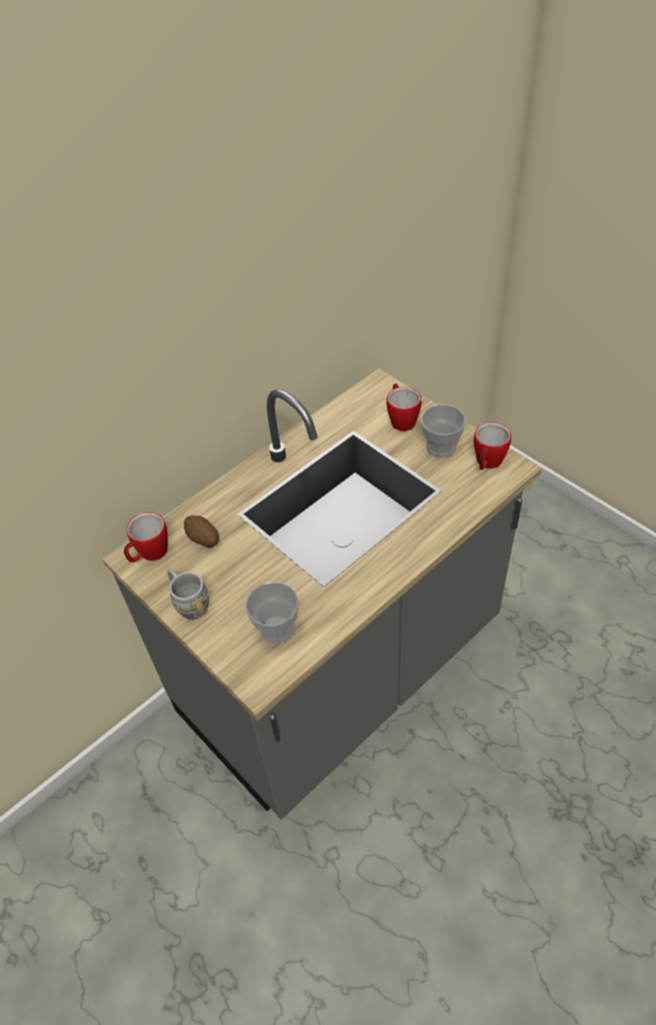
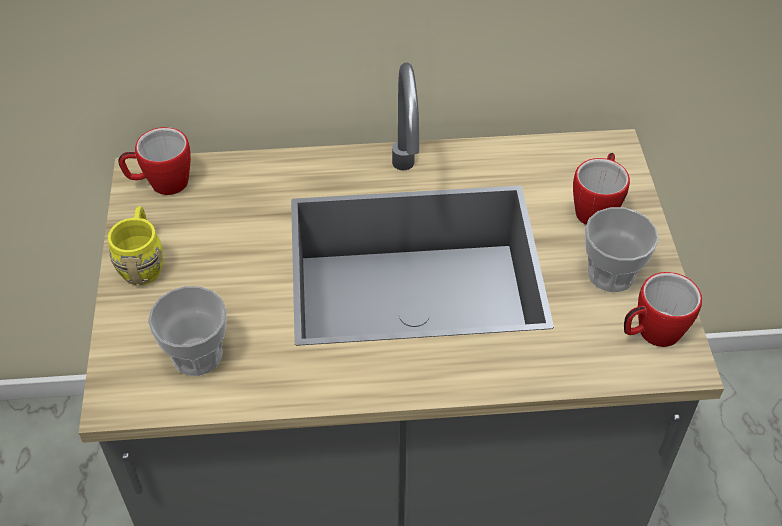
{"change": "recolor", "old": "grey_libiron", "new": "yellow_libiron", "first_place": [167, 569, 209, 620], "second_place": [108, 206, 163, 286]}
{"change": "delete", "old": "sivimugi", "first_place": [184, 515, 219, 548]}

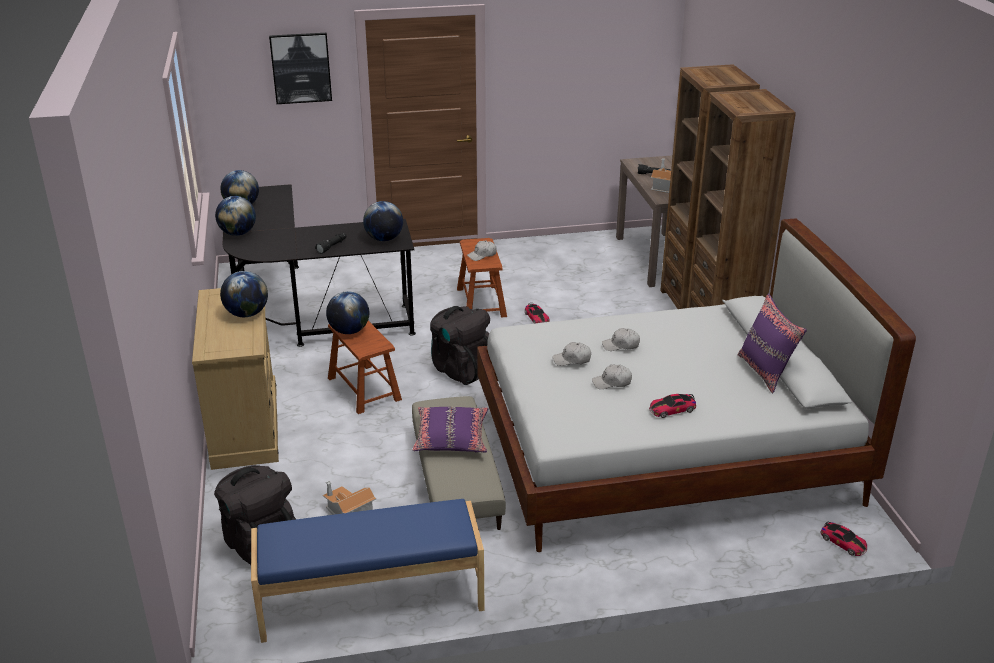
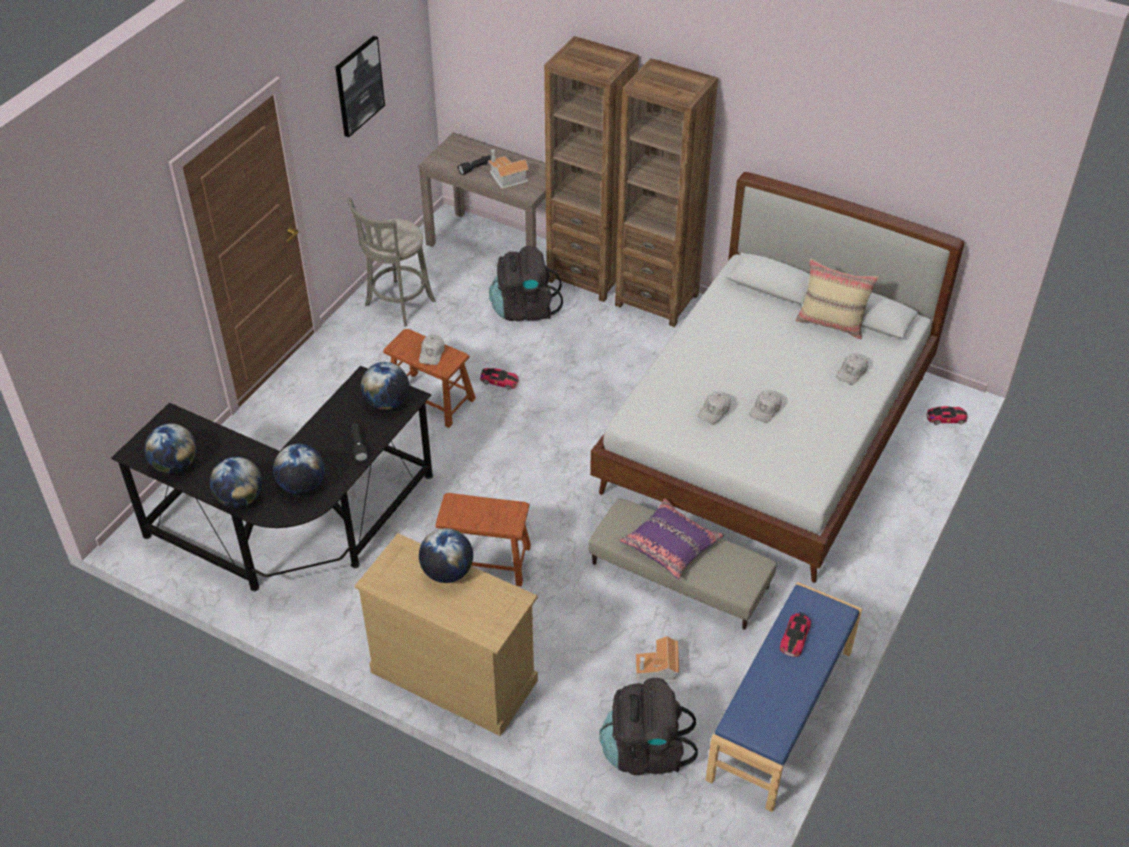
{"change": "move", "old": "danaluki", "first_place": [269, 33, 332, 104], "second_place": [335, 36, 385, 137]}
{"change": "move", "old": "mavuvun", "first_place": [326, 291, 369, 334], "second_place": [273, 444, 325, 494]}
{"change": "move", "old": "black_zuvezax", "first_place": [430, 306, 490, 385], "second_place": [489, 246, 563, 321]}
{"change": "move", "old": "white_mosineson", "first_place": [602, 328, 640, 351], "second_place": [836, 353, 868, 385]}
{"change": "move", "old": "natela", "first_place": [649, 394, 696, 418], "second_place": [780, 612, 811, 657]}
{"change": "recolor", "old": "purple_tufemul", "new": "beige_tufemul", "first_place": [738, 294, 807, 393], "second_place": [796, 259, 878, 339]}
{"change": "insert", "new": "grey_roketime", "second_place": [348, 198, 436, 326]}

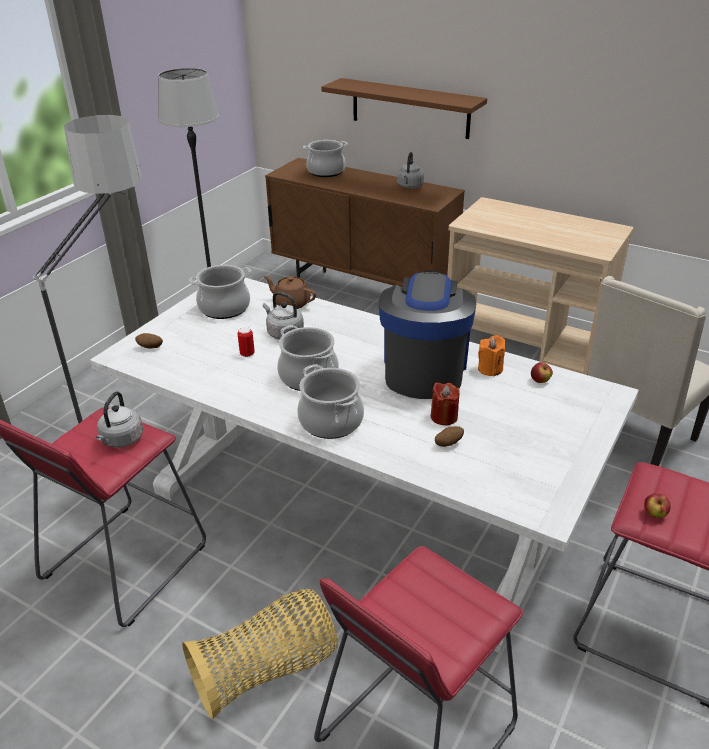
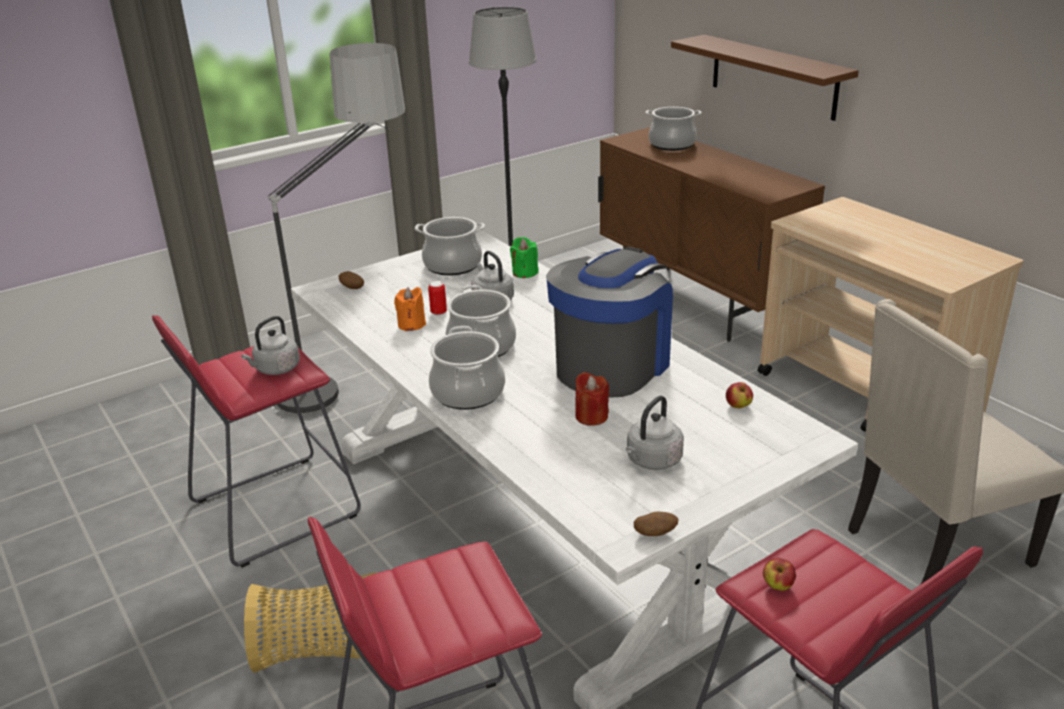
{"change": "replace", "old": "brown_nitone", "new": "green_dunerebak", "first_place": [263, 276, 316, 309], "second_place": [510, 237, 539, 278]}
{"change": "move", "old": "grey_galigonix", "first_place": [397, 152, 424, 189], "second_place": [626, 395, 684, 470]}
{"change": "move", "old": "sivimugi", "first_place": [435, 426, 464, 447], "second_place": [634, 512, 678, 536]}
{"change": "move", "old": "orange_dunerebak", "first_place": [478, 335, 505, 377], "second_place": [394, 287, 426, 331]}

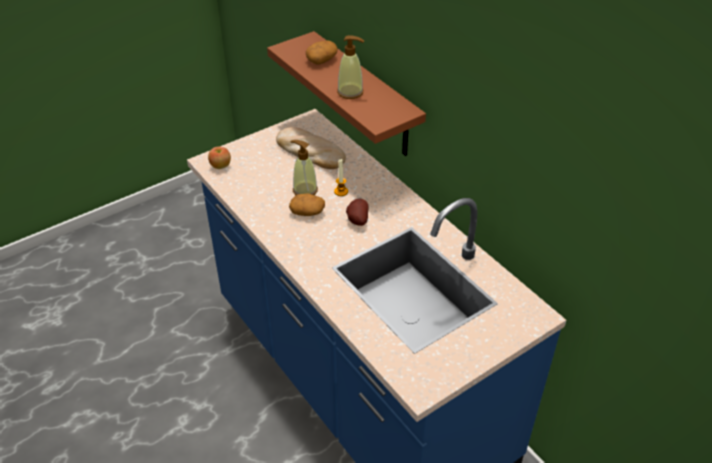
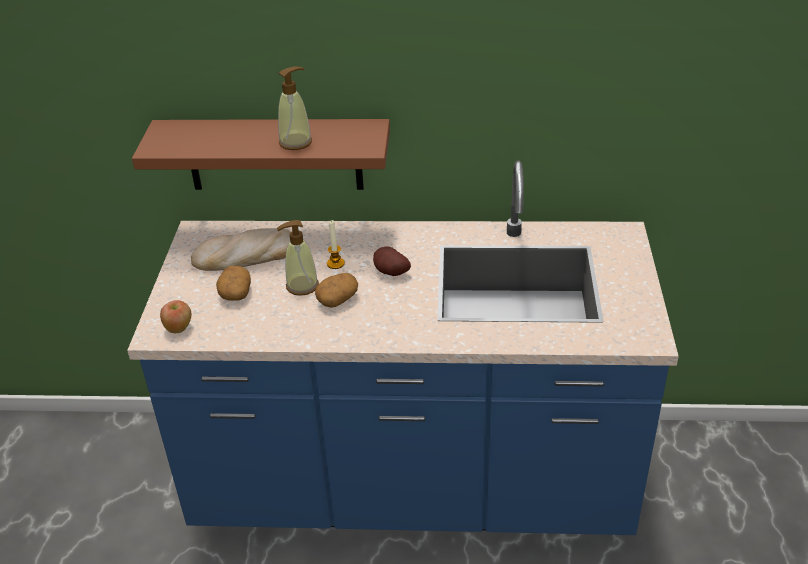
{"change": "move", "old": "sivimugi", "first_place": [306, 40, 338, 65], "second_place": [216, 265, 251, 301]}

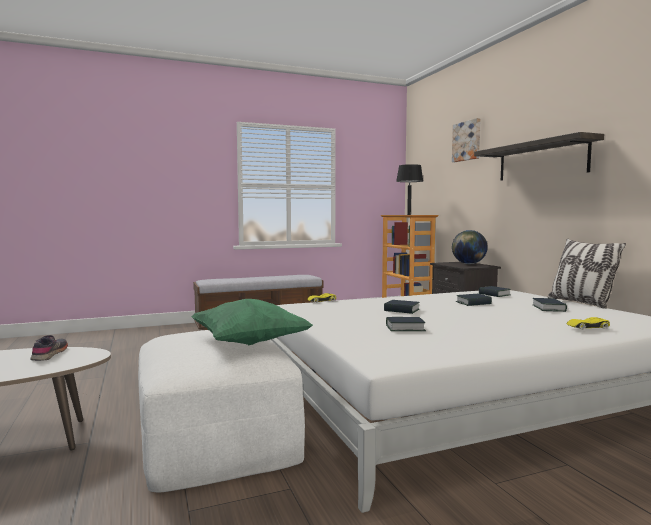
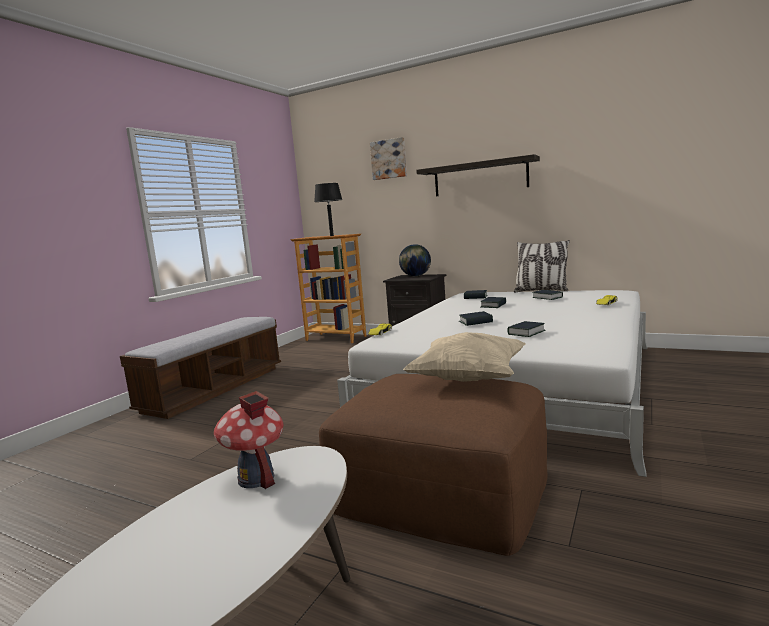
{"change": "replace", "old": "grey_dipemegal", "new": "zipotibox", "first_place": [31, 335, 68, 361], "second_place": [214, 391, 283, 489]}
{"change": "recolor", "old": "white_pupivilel", "new": "brown_pupivilel", "first_place": [138, 330, 305, 493], "second_place": [319, 374, 547, 556]}
{"change": "recolor", "old": "green_tufemul", "new": "beige_tufemul", "first_place": [191, 299, 313, 345], "second_place": [403, 332, 526, 382]}

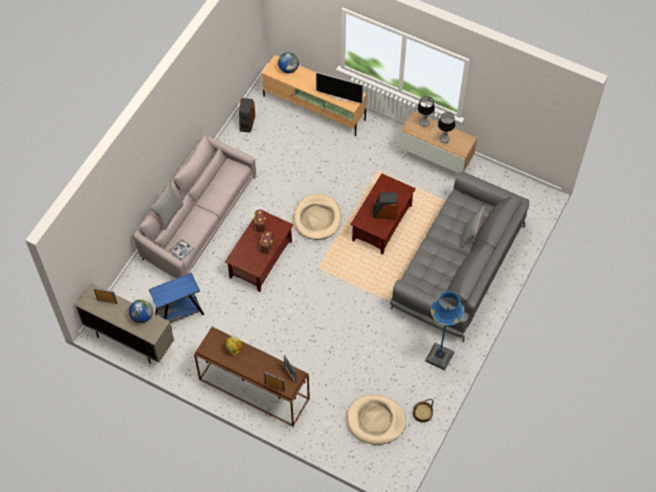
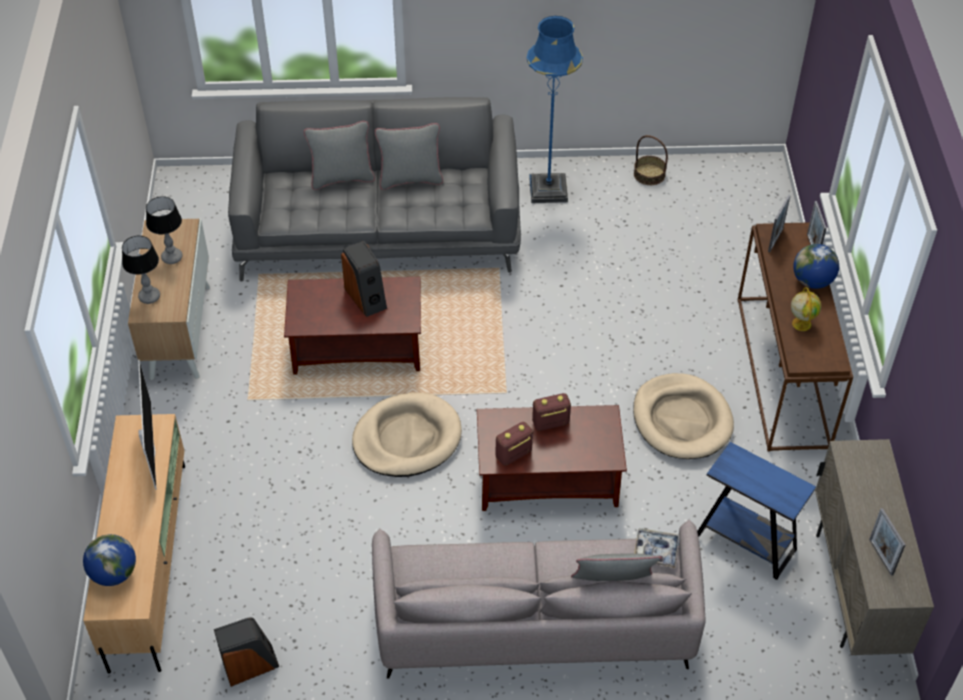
{"change": "move", "old": "mavuvun", "first_place": [129, 299, 153, 323], "second_place": [793, 244, 839, 289]}
{"change": "move", "old": "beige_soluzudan", "first_place": [347, 395, 406, 445], "second_place": [633, 373, 734, 459]}
{"change": "insert", "new": "grey_tufemul", "second_place": [375, 123, 443, 190]}

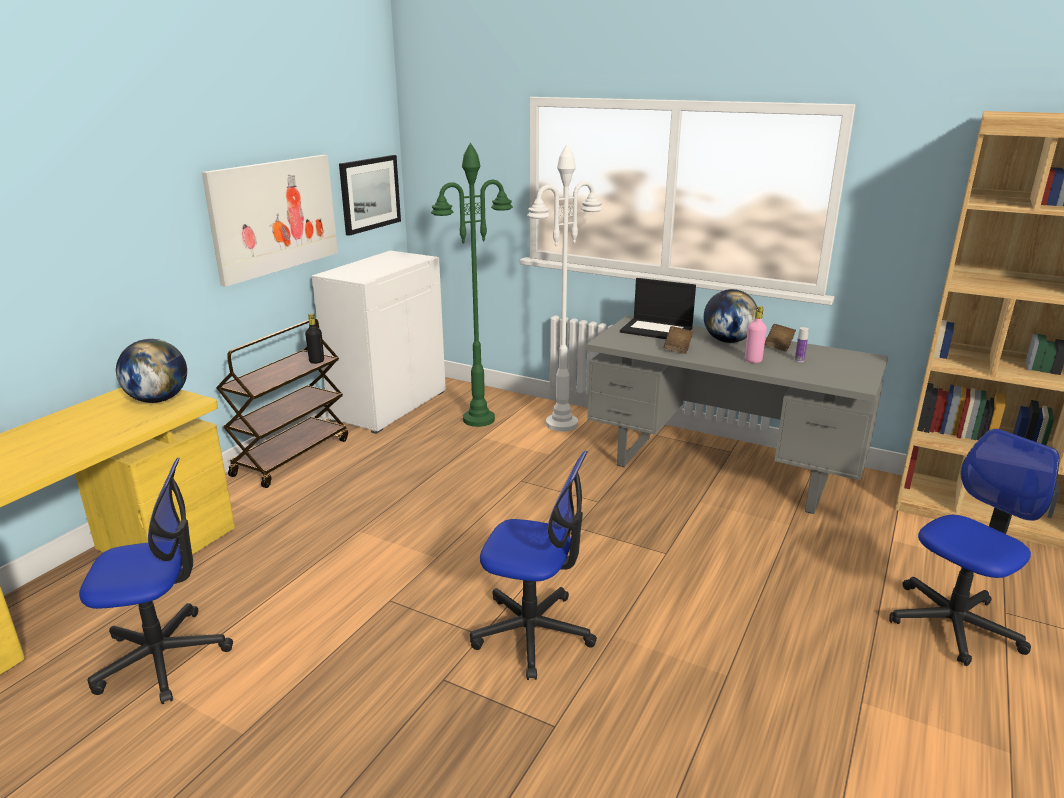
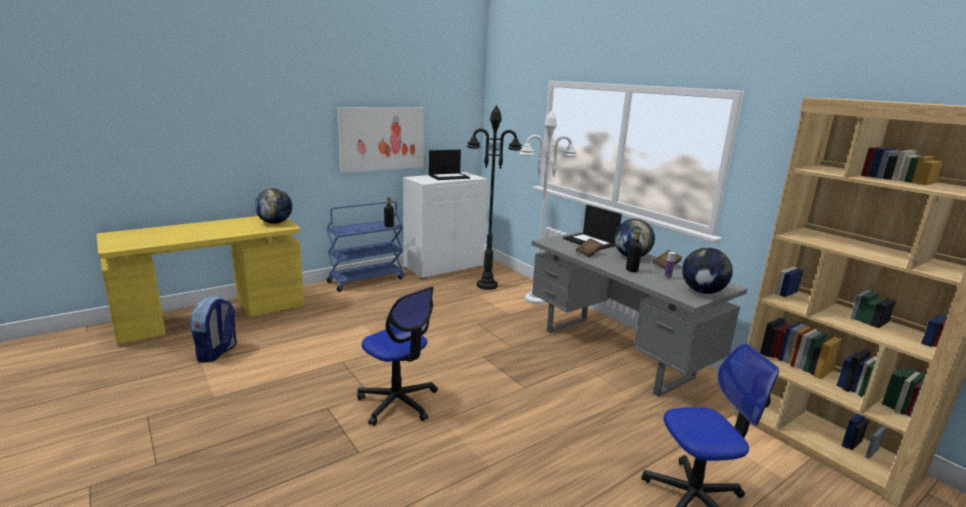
{"change": "replace", "old": "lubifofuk", "new": "zuvezax", "first_place": [79, 458, 233, 704], "second_place": [190, 296, 237, 362]}
{"change": "recolor", "old": "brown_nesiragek", "new": "blue_nesiragek", "first_place": [216, 319, 348, 488], "second_place": [326, 201, 404, 292]}
{"change": "delete", "old": "danaluki", "first_place": [339, 155, 401, 236]}
{"change": "recolor", "old": "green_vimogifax", "new": "black_vimogifax", "first_place": [431, 143, 513, 427], "second_place": [467, 105, 522, 290]}
{"change": "recolor", "old": "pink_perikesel", "new": "black_perikesel", "first_place": [745, 306, 767, 363], "second_place": [626, 230, 642, 272]}
{"change": "insert", "new": "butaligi", "second_place": [429, 150, 470, 180]}
{"change": "insert", "new": "mavuvun", "second_place": [682, 247, 733, 294]}

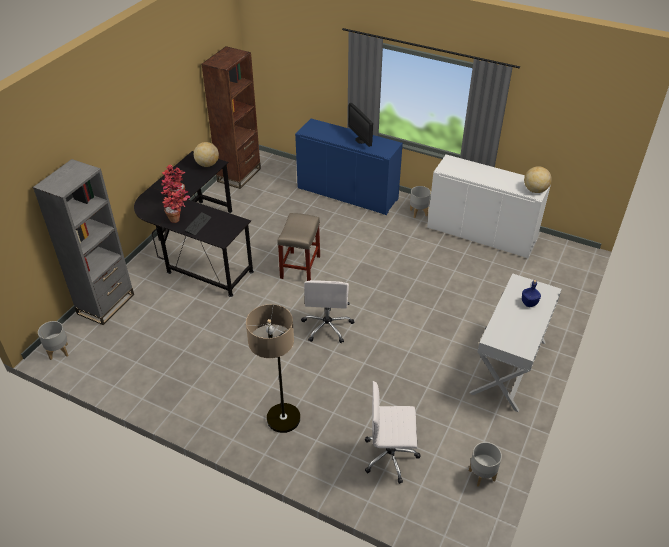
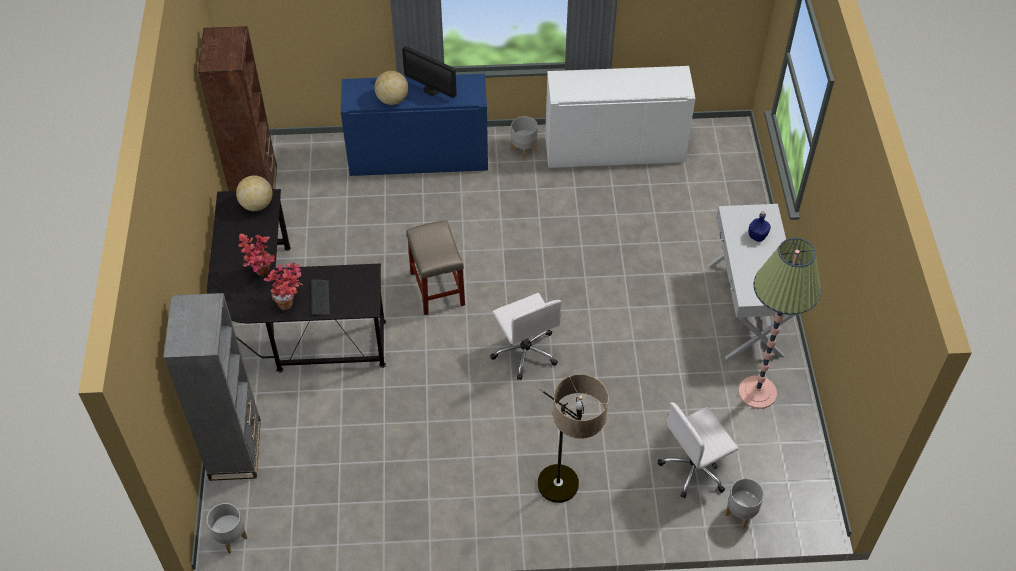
{"change": "move", "old": "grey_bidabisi", "first_place": [469, 442, 502, 487], "second_place": [725, 478, 764, 528]}
{"change": "move", "old": "mavuvun", "first_place": [524, 166, 552, 193], "second_place": [374, 71, 409, 105]}
{"change": "insert", "new": "vimogifax", "second_place": [738, 238, 821, 409]}

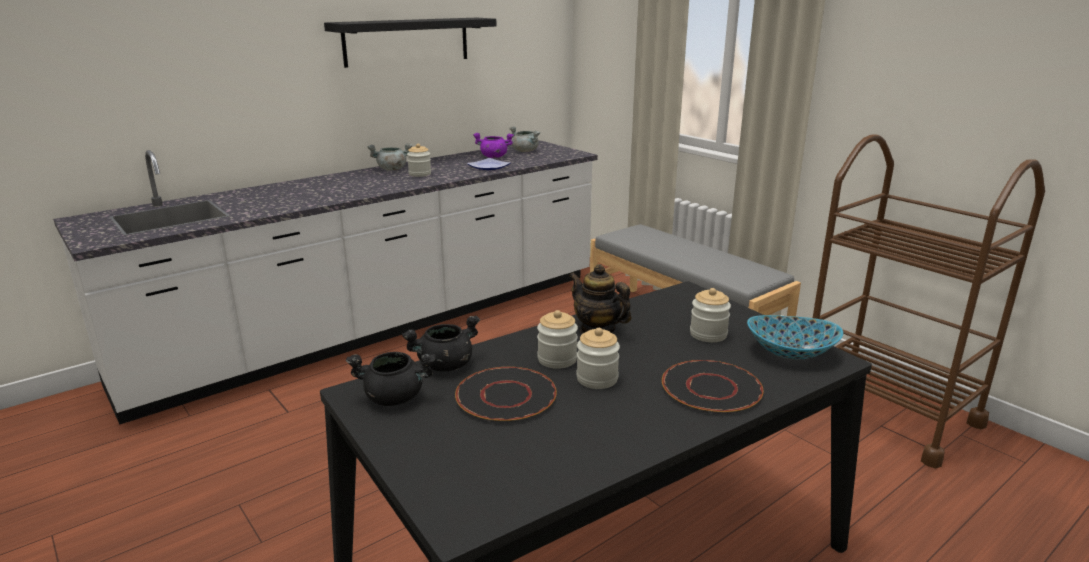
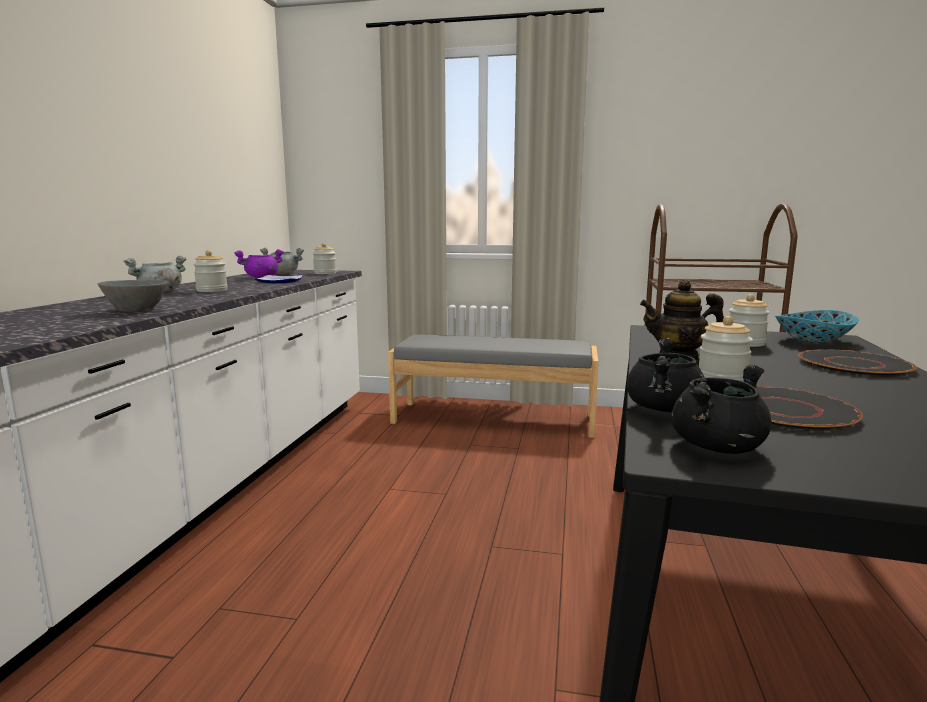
{"change": "delete", "old": "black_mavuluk", "first_place": [324, 18, 496, 68]}
{"change": "move", "old": "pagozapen", "first_place": [576, 328, 620, 389], "second_place": [313, 243, 336, 274]}
{"change": "insert", "new": "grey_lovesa", "second_place": [98, 280, 167, 312]}

